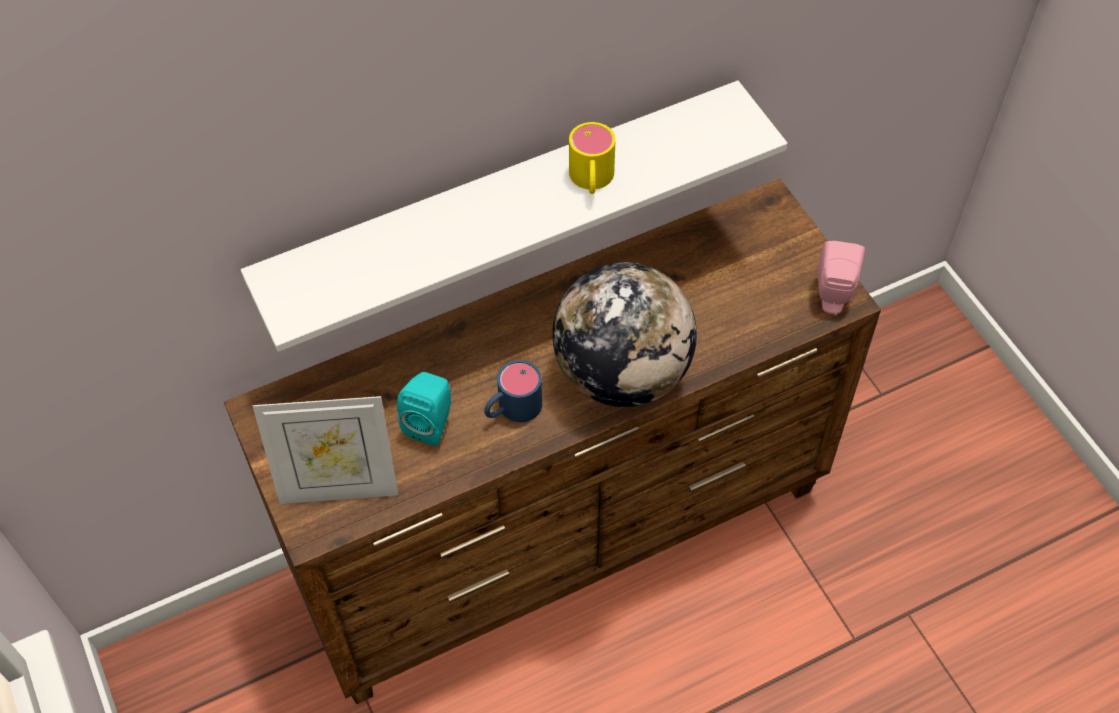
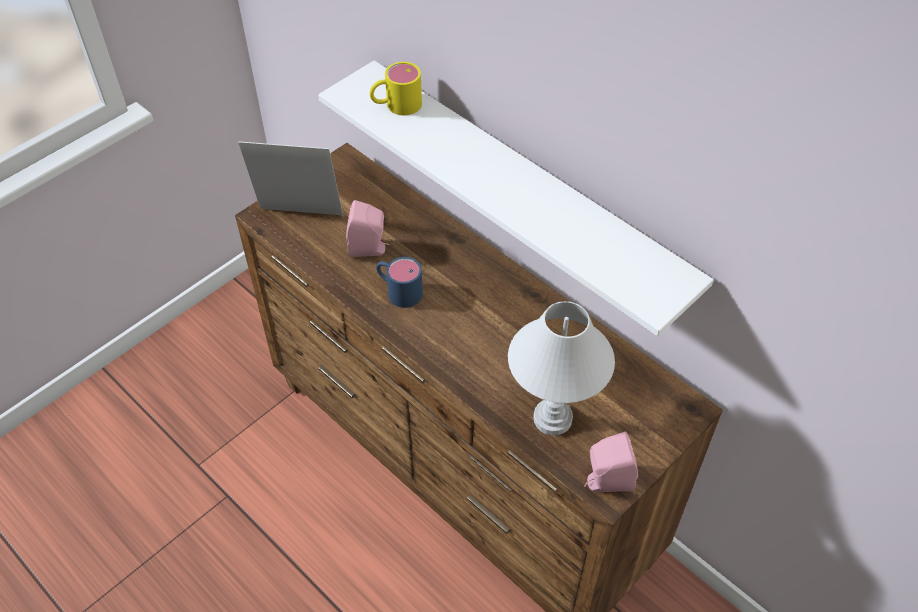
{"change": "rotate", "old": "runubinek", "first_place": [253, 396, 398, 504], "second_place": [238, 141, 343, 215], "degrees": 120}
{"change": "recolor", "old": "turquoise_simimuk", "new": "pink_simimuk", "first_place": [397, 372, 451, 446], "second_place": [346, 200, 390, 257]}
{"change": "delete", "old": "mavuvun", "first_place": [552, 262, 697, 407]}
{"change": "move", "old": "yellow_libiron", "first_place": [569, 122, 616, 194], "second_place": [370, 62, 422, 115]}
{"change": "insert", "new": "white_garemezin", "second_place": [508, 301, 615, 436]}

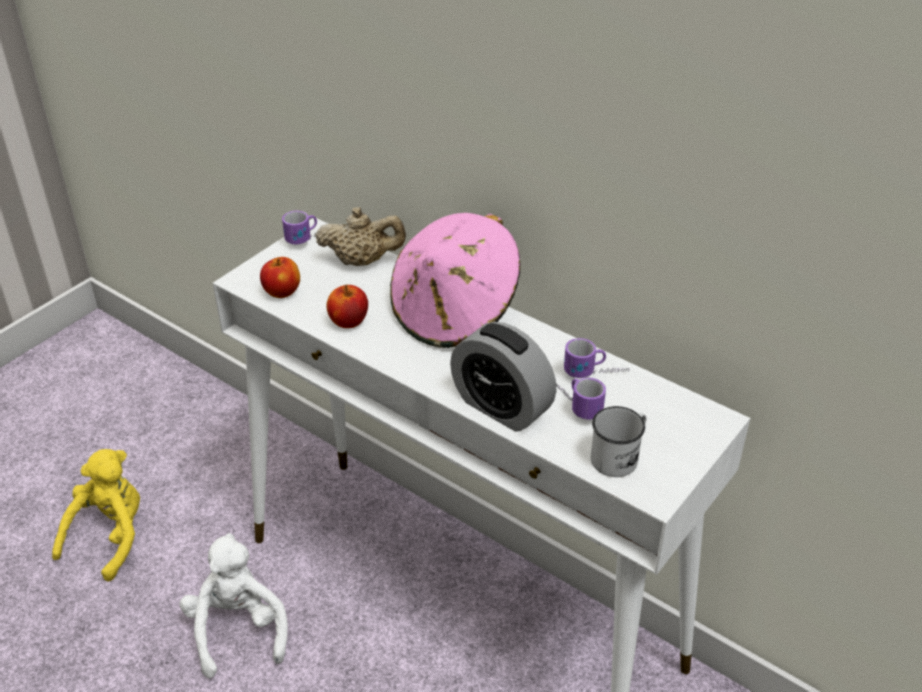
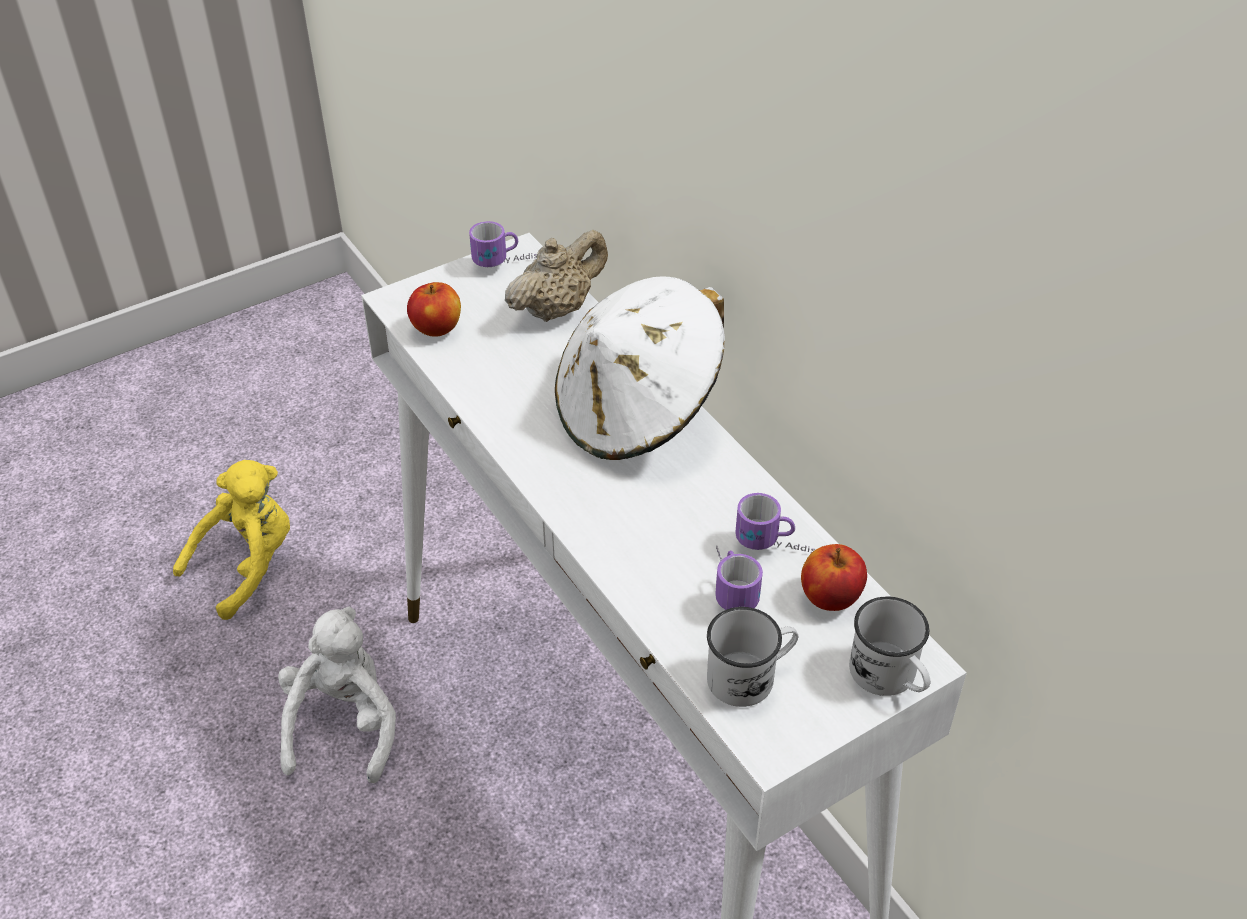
{"change": "rotate", "old": "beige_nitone", "first_place": [315, 207, 406, 266], "second_place": [505, 230, 608, 322], "degrees": -60}
{"change": "move", "old": "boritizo", "first_place": [327, 284, 368, 328], "second_place": [801, 544, 867, 611]}
{"change": "recolor", "old": "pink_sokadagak", "new": "white_sokadagak", "first_place": [390, 213, 520, 348], "second_place": [555, 277, 725, 460]}
{"change": "delete", "old": "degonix", "first_place": [450, 322, 556, 432]}
{"change": "insert", "new": "white_libiron", "second_place": [849, 596, 931, 696]}

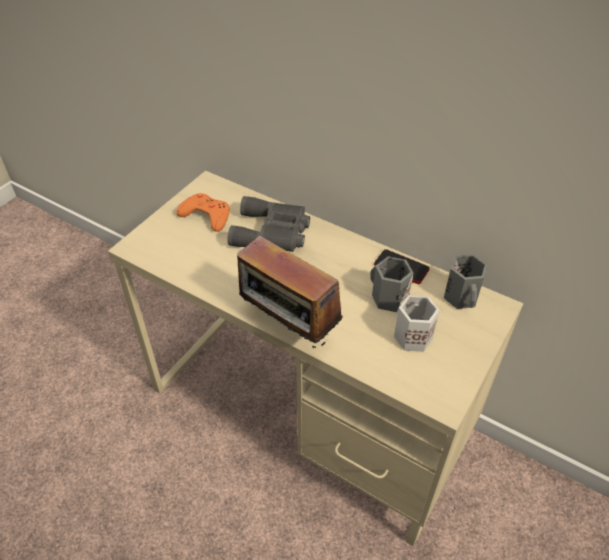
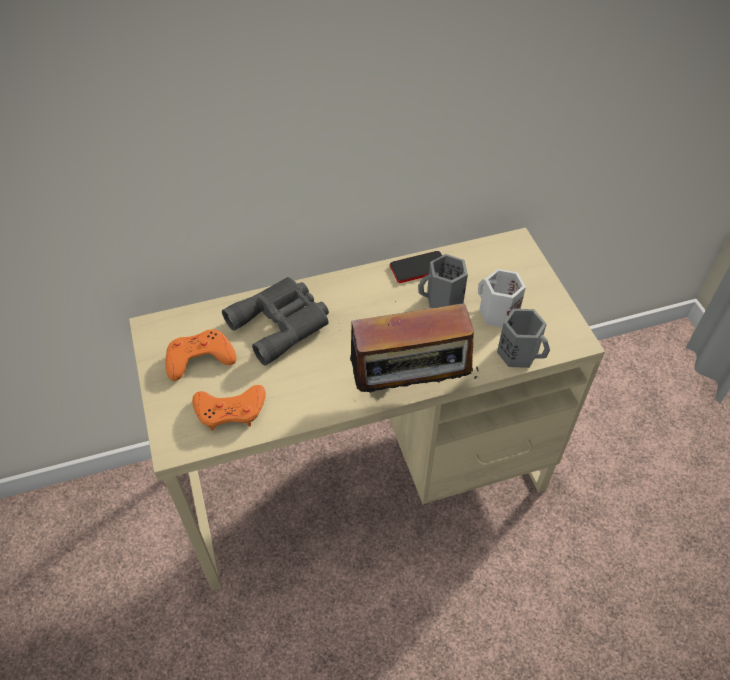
{"change": "move", "old": "grey_libiron", "first_place": [444, 255, 488, 309], "second_place": [497, 309, 550, 368]}
{"change": "insert", "new": "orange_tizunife", "second_place": [192, 385, 266, 431]}

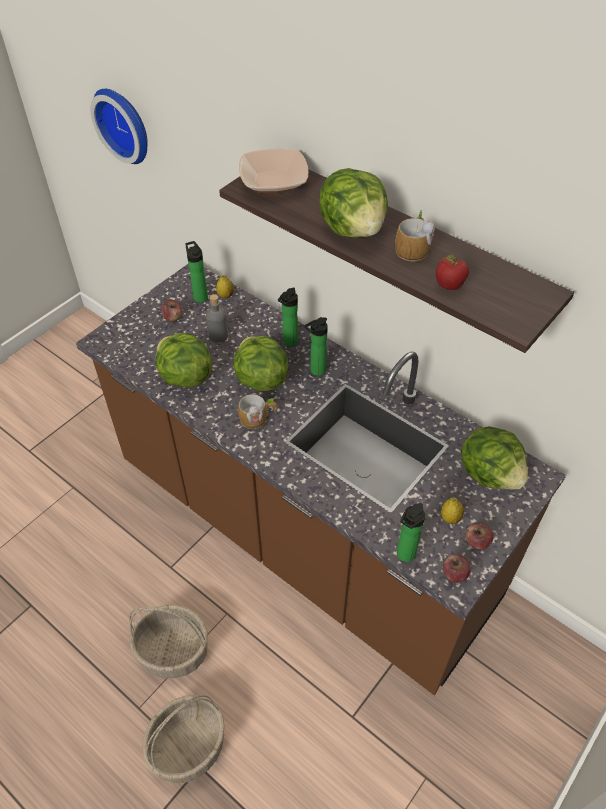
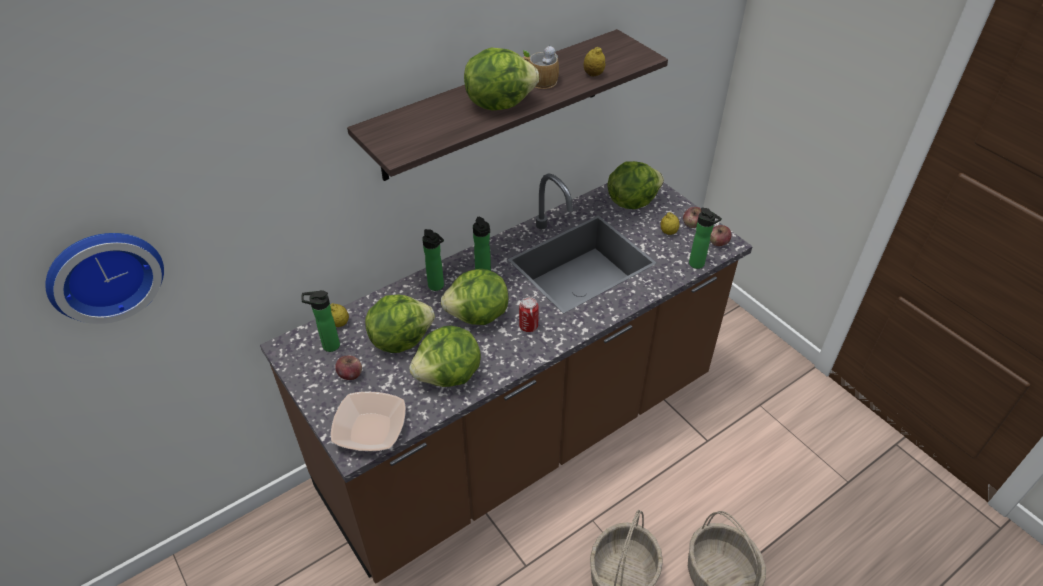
{"change": "replace", "old": "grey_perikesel", "new": "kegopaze", "first_place": [206, 294, 228, 343], "second_place": [365, 294, 435, 353]}
{"change": "replace", "old": "libiron", "new": "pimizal", "first_place": [238, 394, 278, 429], "second_place": [519, 297, 539, 332]}
{"change": "move", "old": "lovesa", "first_place": [239, 149, 308, 194], "second_place": [330, 392, 406, 451]}
{"change": "replace", "old": "boritizo", "new": "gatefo", "first_place": [436, 255, 469, 290], "second_place": [584, 47, 605, 76]}

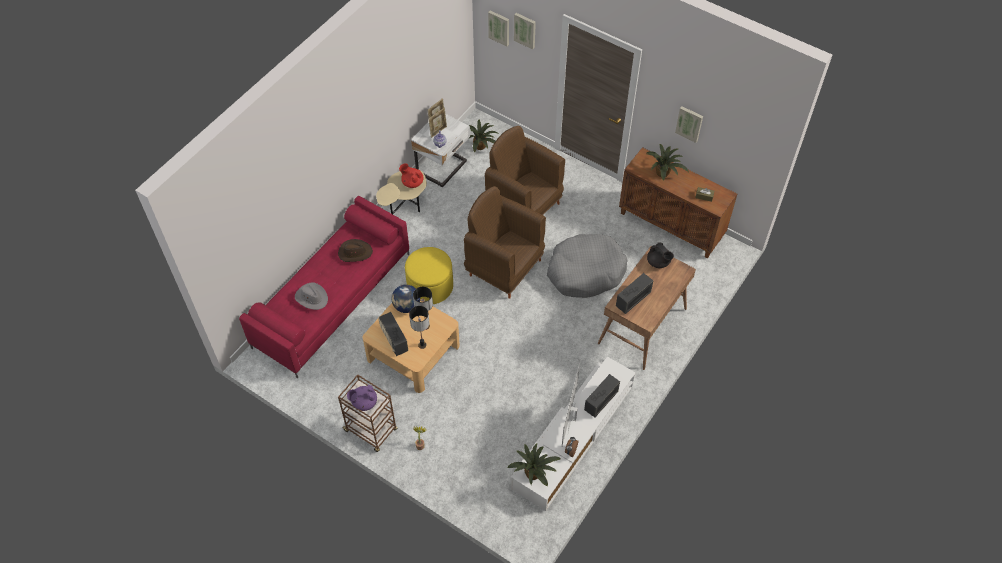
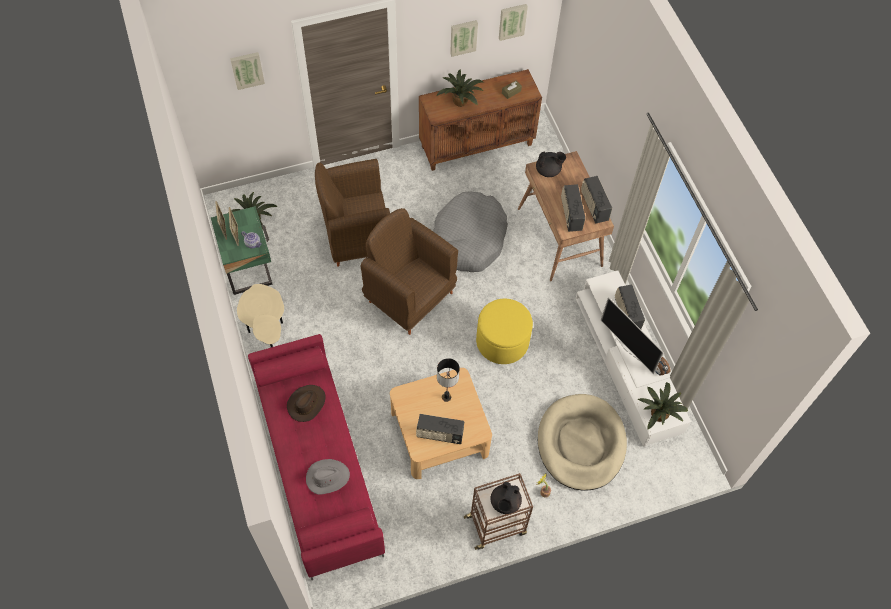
{"change": "recolor", "old": "purple_nitone", "new": "black_nitone", "first_place": [347, 385, 377, 411], "second_place": [491, 482, 522, 514]}
{"change": "delete", "old": "mavuvun", "first_place": [392, 285, 420, 313]}
{"change": "delete", "old": "red_nitone", "first_place": [399, 164, 423, 188]}
{"change": "move", "old": "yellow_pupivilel", "first_place": [405, 247, 453, 304], "second_place": [476, 299, 533, 364]}
{"change": "delete", "old": "garemezin", "first_place": [409, 306, 429, 349]}
{"change": "recolor", "old": "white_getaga", "new": "green_getaga", "first_place": [411, 114, 470, 187], "second_place": [211, 206, 272, 295]}
{"change": "rotate", "old": "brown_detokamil", "first_place": [464, 186, 546, 299], "second_place": [361, 208, 458, 335], "degrees": 60}
{"change": "move", "old": "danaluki", "first_place": [488, 11, 509, 46], "second_place": [499, 4, 528, 41]}
{"change": "insert", "new": "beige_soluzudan", "second_place": [538, 394, 627, 491]}
{"change": "insert", "new": "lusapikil", "second_place": [581, 176, 612, 224]}

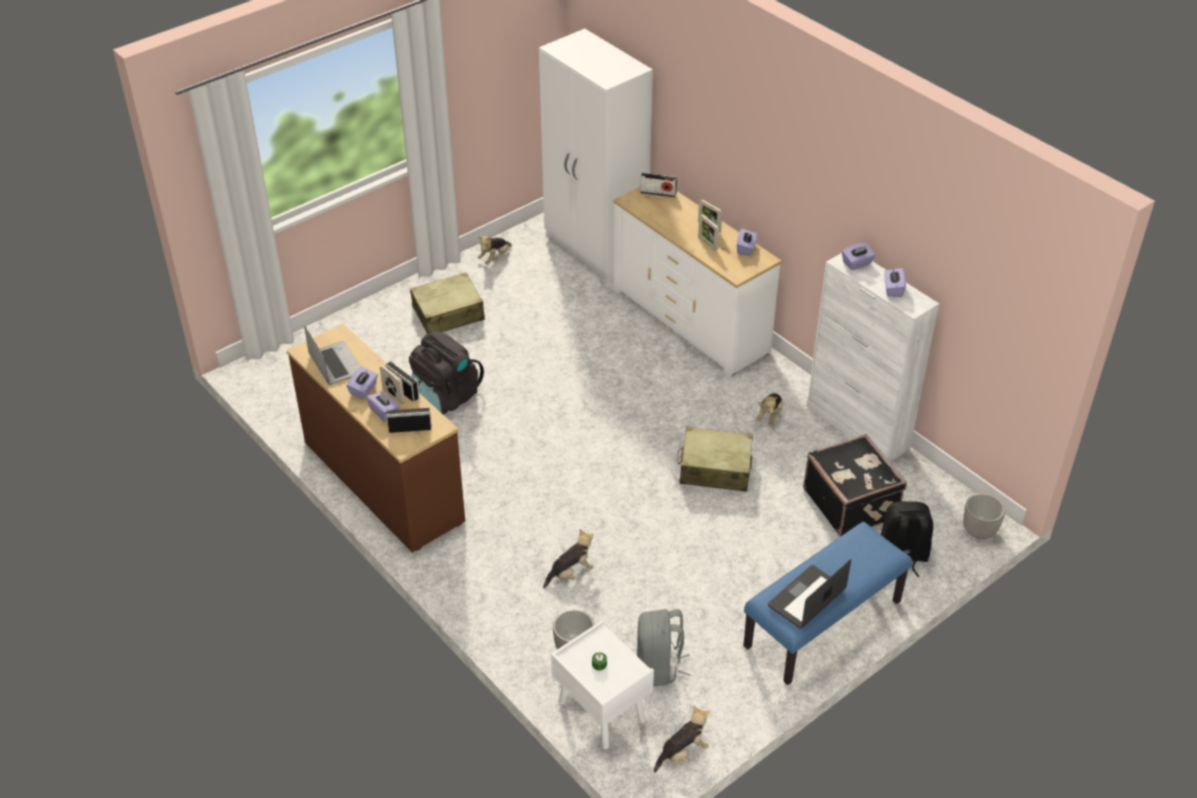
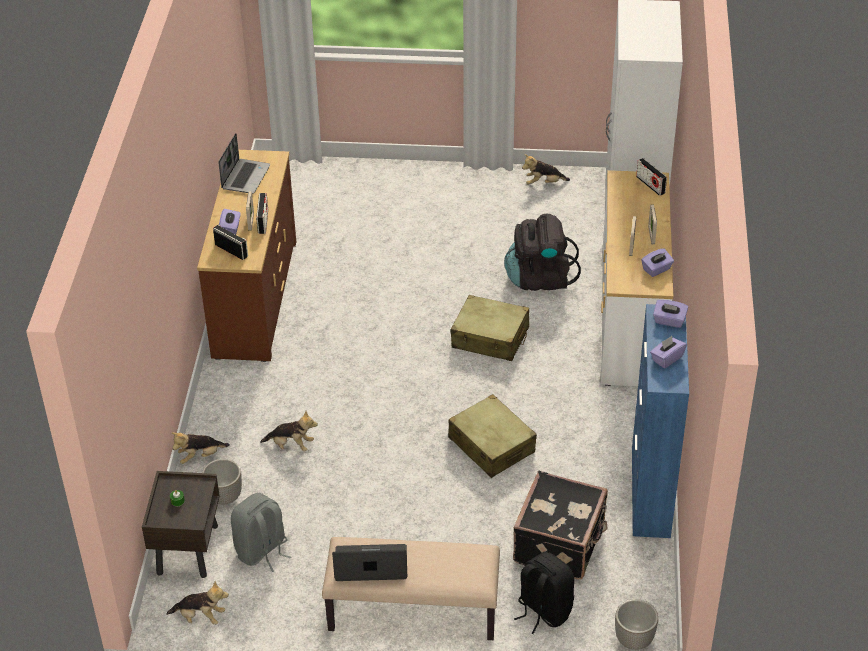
{"change": "delete", "old": "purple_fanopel", "first_place": [347, 366, 378, 399]}
{"change": "move", "old": "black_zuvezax", "first_place": [409, 331, 484, 415], "second_place": [504, 214, 581, 291]}
{"change": "move", "old": "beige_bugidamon", "first_place": [410, 272, 485, 334], "second_place": [451, 295, 529, 361]}
{"change": "recolor", "old": "white_getaga", "new": "brown_getaga", "first_place": [551, 620, 654, 749], "second_place": [142, 471, 220, 578]}
{"change": "recolor", "old": "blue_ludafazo", "new": "beige_ludafazo", "first_place": [743, 522, 912, 685], "second_place": [322, 537, 500, 640]}
{"change": "move", "old": "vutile", "first_place": [756, 393, 784, 426], "second_place": [172, 432, 230, 464]}
{"change": "recolor", "old": "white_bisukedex", "new": "blue_bisukedex", "first_place": [807, 253, 939, 462], "second_place": [632, 304, 689, 538]}

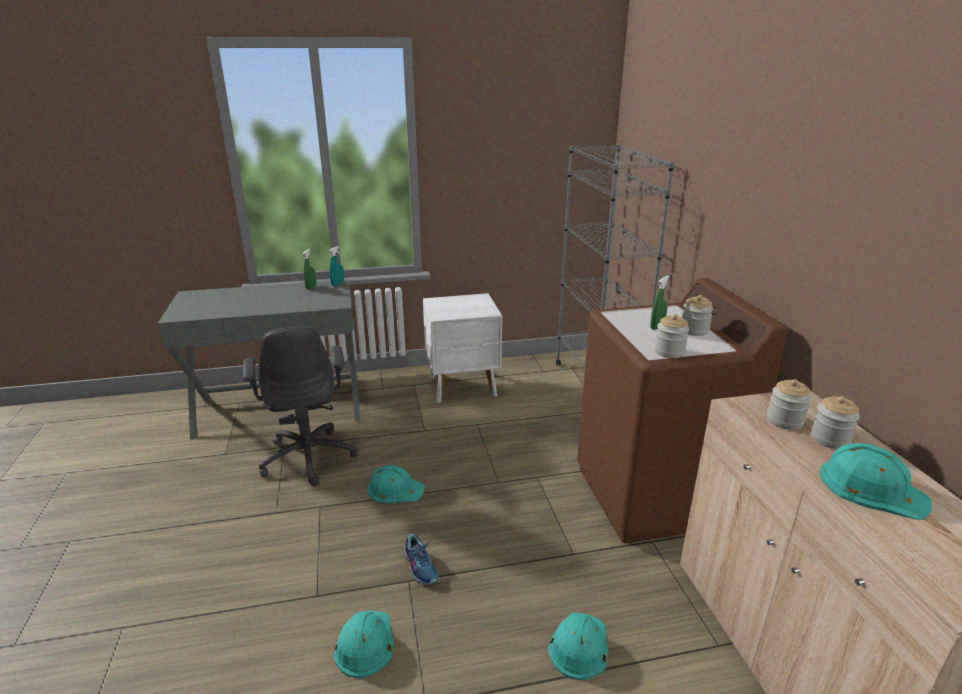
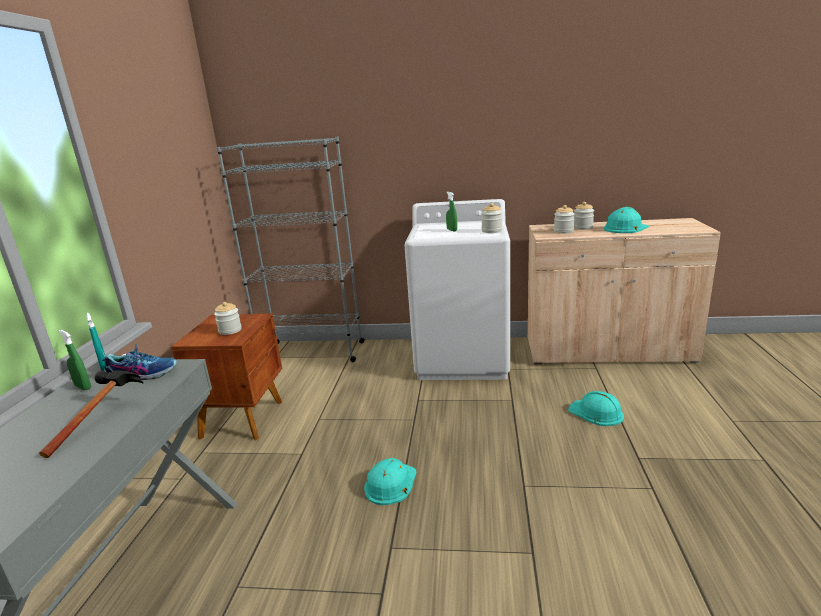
{"change": "delete", "old": "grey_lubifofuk", "first_place": [243, 326, 358, 486]}
{"change": "delete", "old": "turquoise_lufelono", "first_place": [333, 610, 393, 678]}
{"change": "move", "old": "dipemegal", "first_place": [403, 533, 439, 584], "second_place": [102, 343, 177, 380]}
{"change": "recolor", "old": "white_getaga", "new": "brown_getaga", "first_place": [423, 293, 502, 403], "second_place": [171, 313, 282, 440]}
{"change": "recolor", "old": "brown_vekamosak", "new": "white_vekamosak", "first_place": [577, 278, 787, 543], "second_place": [404, 199, 510, 380]}
{"change": "move", "old": "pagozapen", "first_place": [682, 295, 713, 336], "second_place": [214, 302, 242, 335]}
{"change": "insert", "new": "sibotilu", "second_place": [39, 370, 144, 458]}

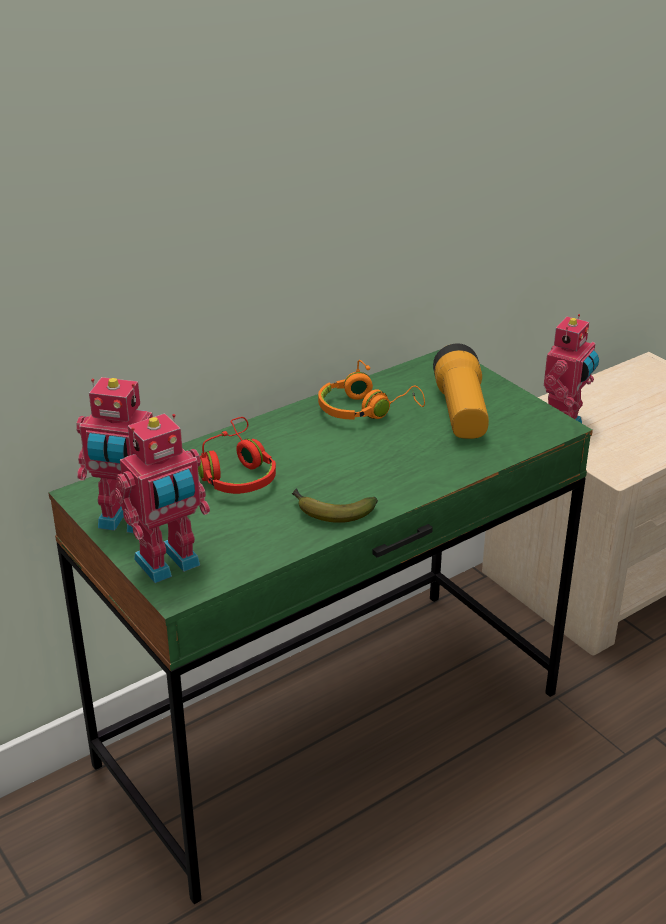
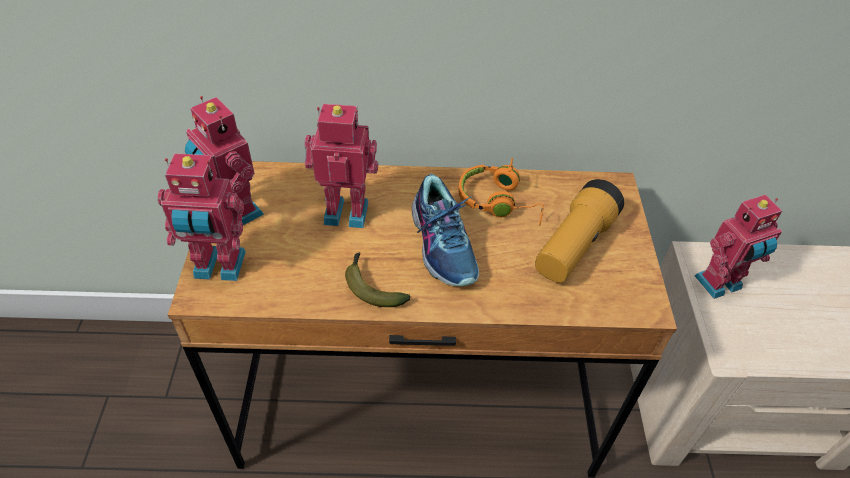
{"change": "recolor", "old": "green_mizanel", "new": "brown_mizanel", "first_place": [48, 349, 593, 904], "second_place": [168, 161, 677, 478]}
{"change": "replace", "old": "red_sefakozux", "new": "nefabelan", "first_place": [198, 417, 276, 494], "second_place": [305, 104, 378, 228]}
{"change": "insert", "new": "dipemegal", "second_place": [412, 173, 479, 286]}

